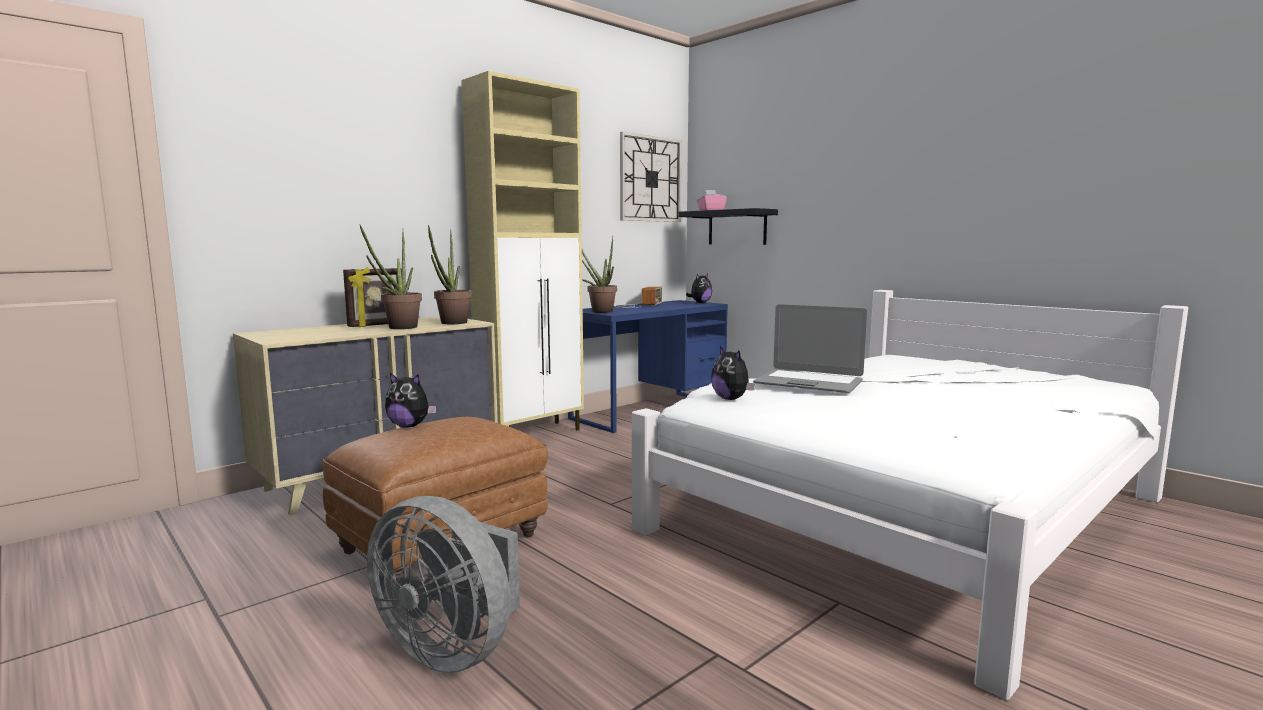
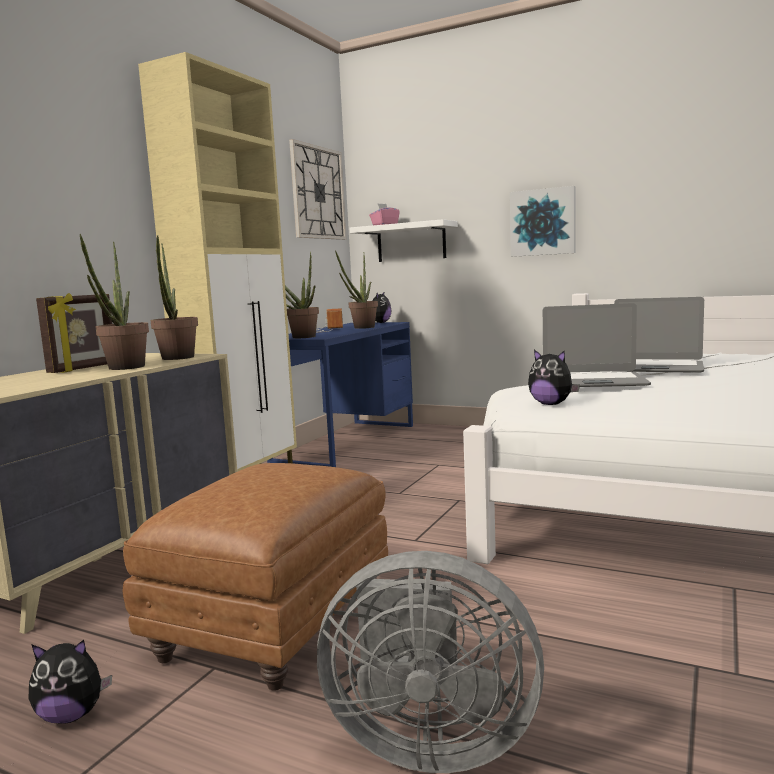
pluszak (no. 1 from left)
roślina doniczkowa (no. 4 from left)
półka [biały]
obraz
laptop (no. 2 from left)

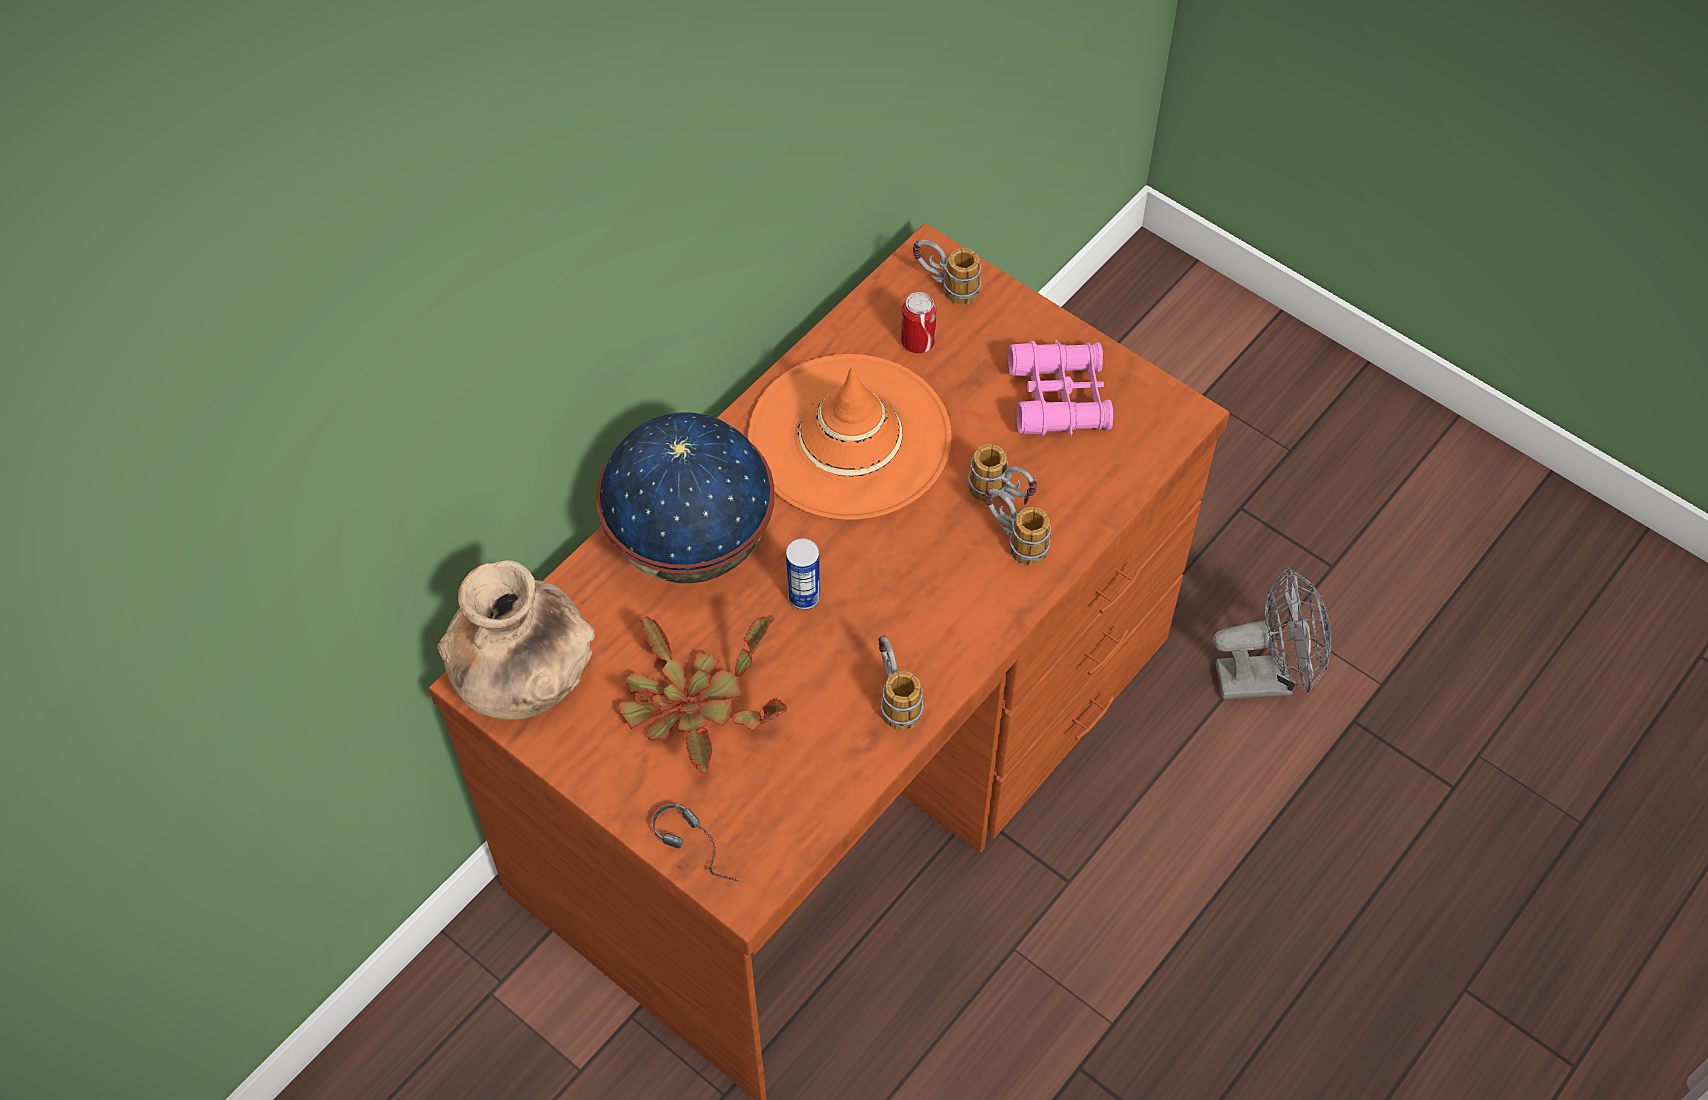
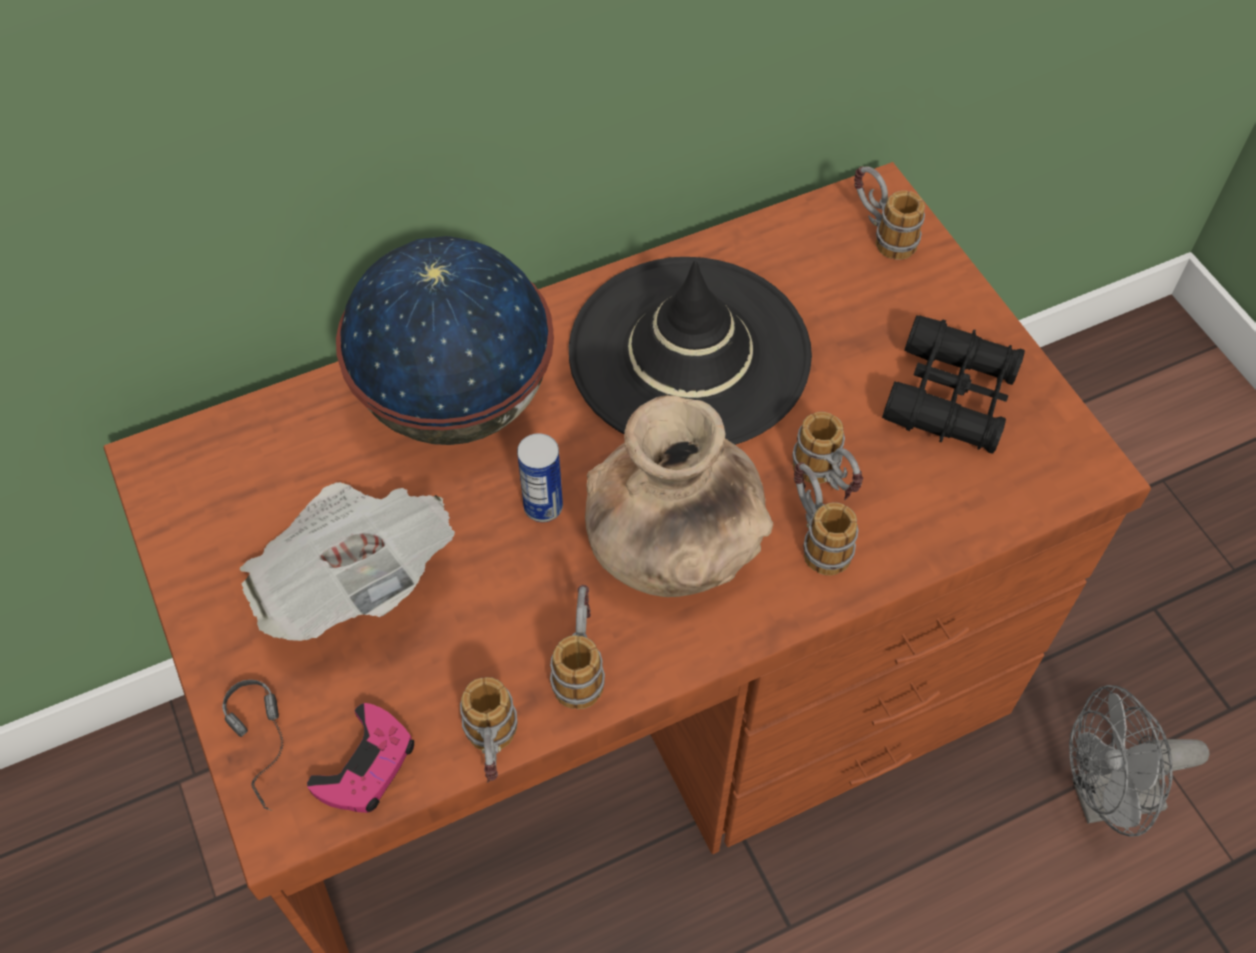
gazeta
pad do gier [różowy]
kubek (no. 1 from left)
kapelusz [czarny]
wazon [brązowy]
lornetka [czarny]
wentylator [szary]
puszka (no. 2 from left in the first image)

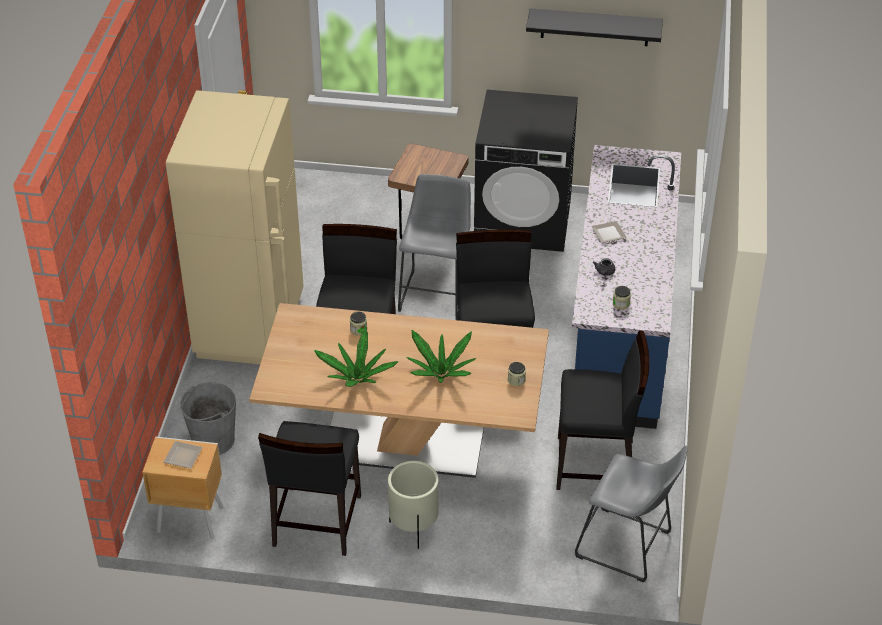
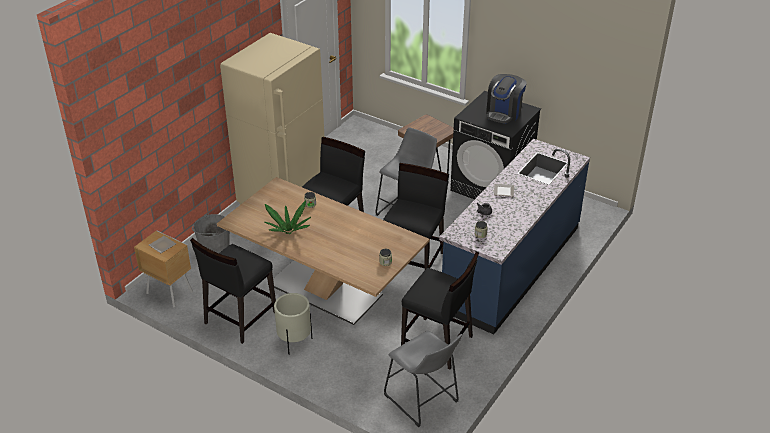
ekspres do kawy
roślina doniczkowa (no. 2 from left in the first image)
półka [czarny]

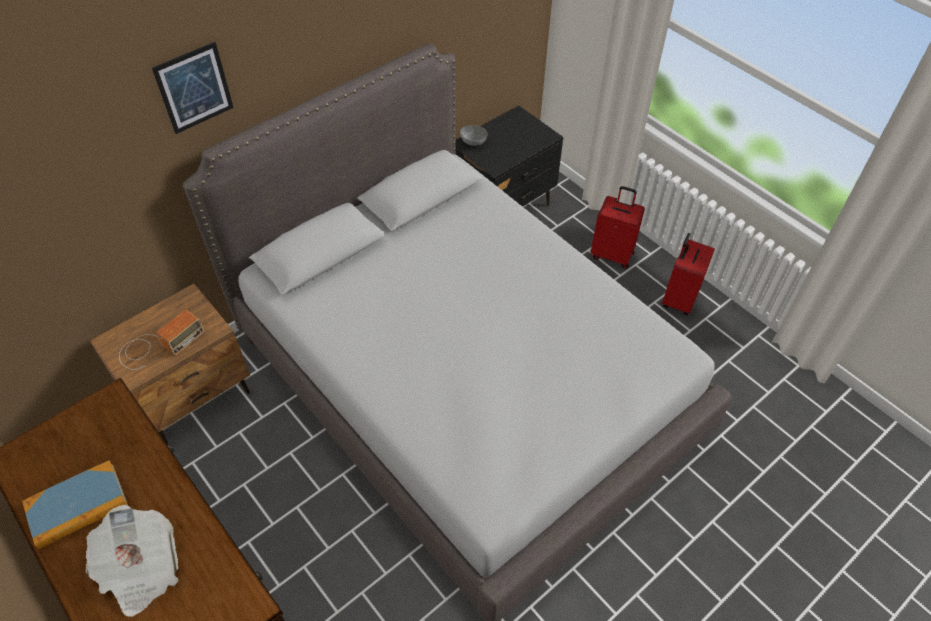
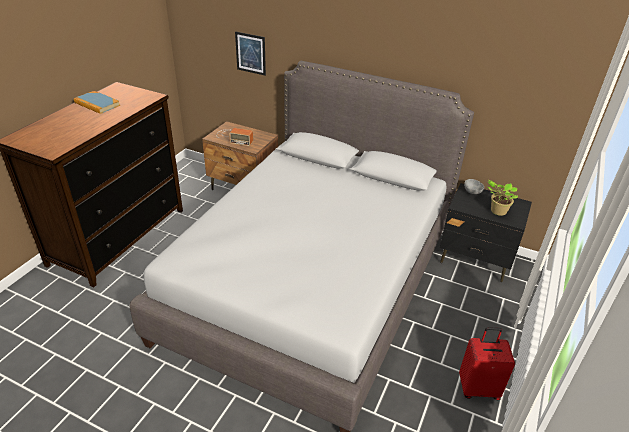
obraz
roślina doniczkowa
gazeta
walizka [czerwony] (no. 1 from left in the first image)

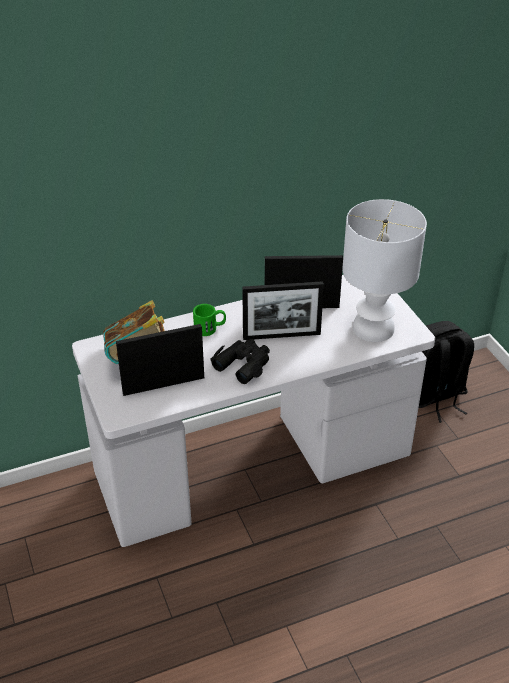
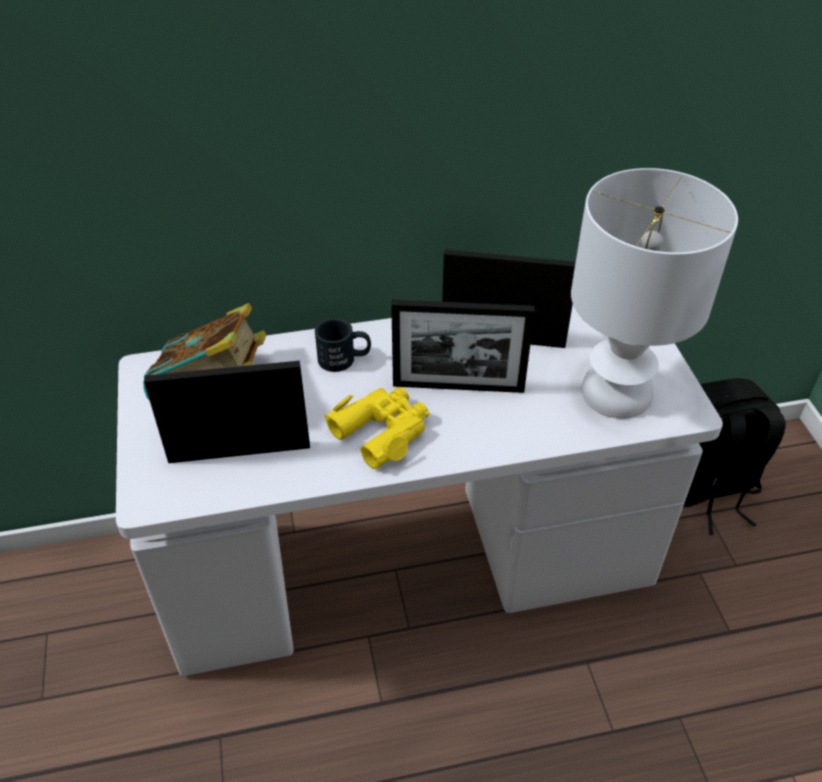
kubek [czarny]
lornetka [żółty]

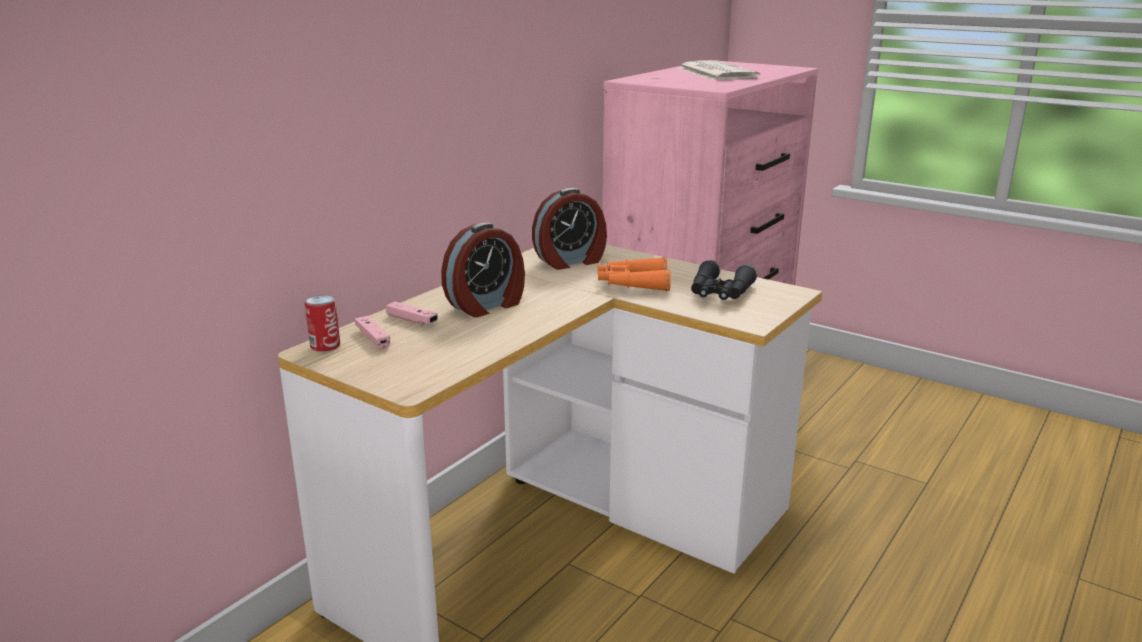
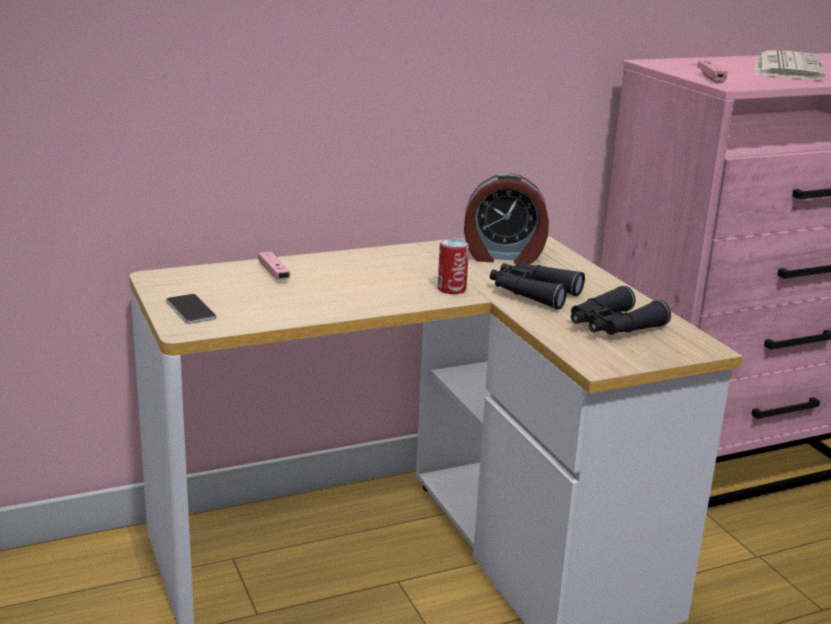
telefon
puszka
lornetka [czarny] (no. 1 from left)
pad do gier [różowy] (no. 2 from left)
budzik (no. 1 from left in the first image)

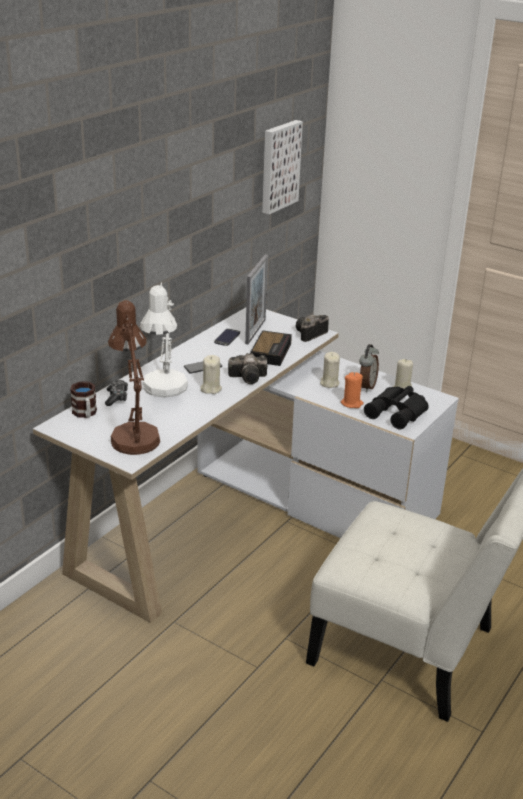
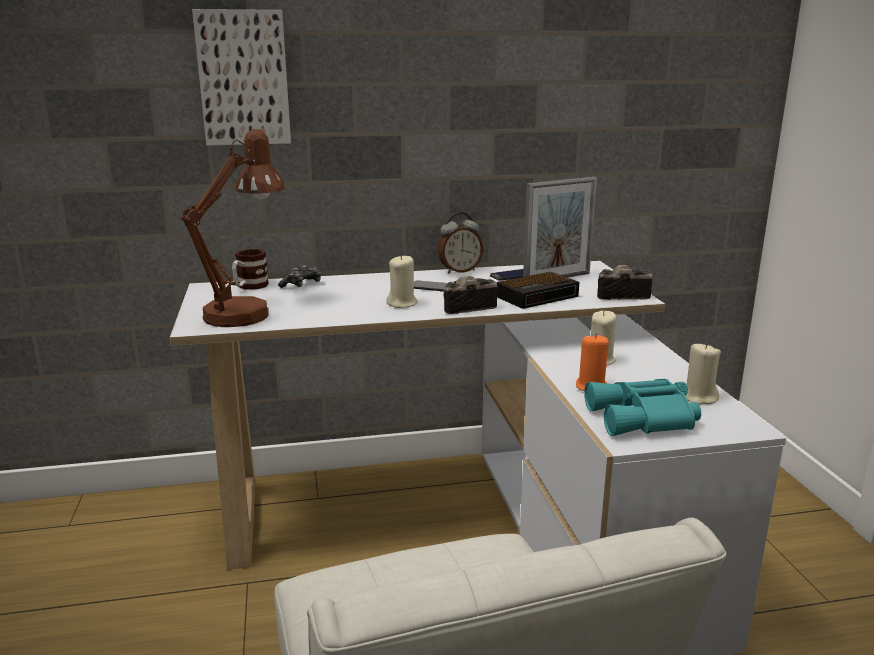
obraz
budzik (no. 1 from left)
aparat fotograficzny (no. 1 from left)
lornetka [turkusowy]
lampa stołowa [biały]

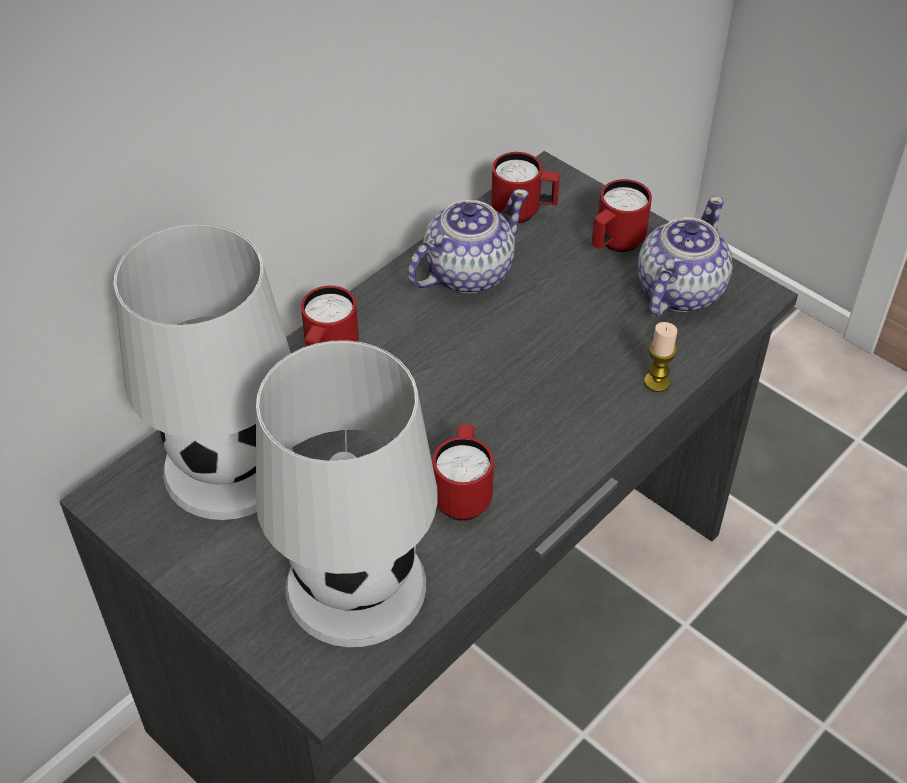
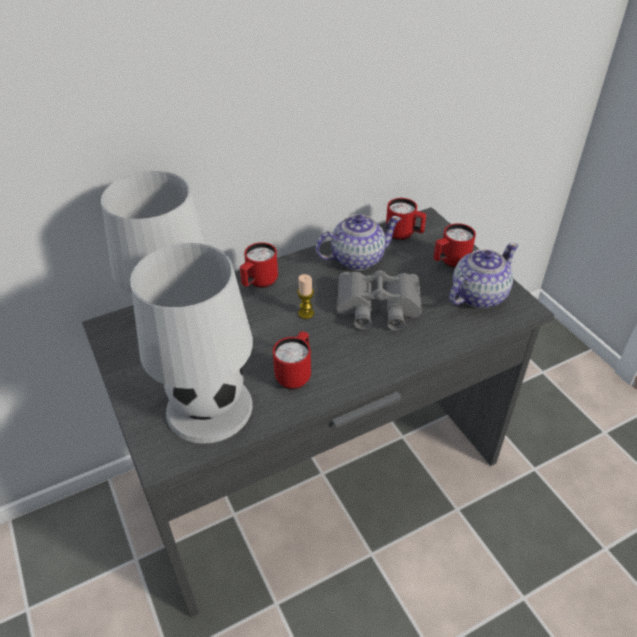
świeca
lornetka [szary]

